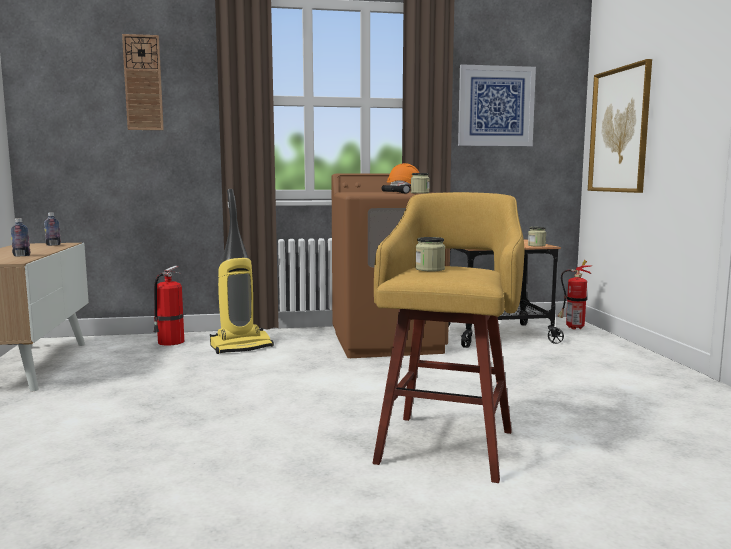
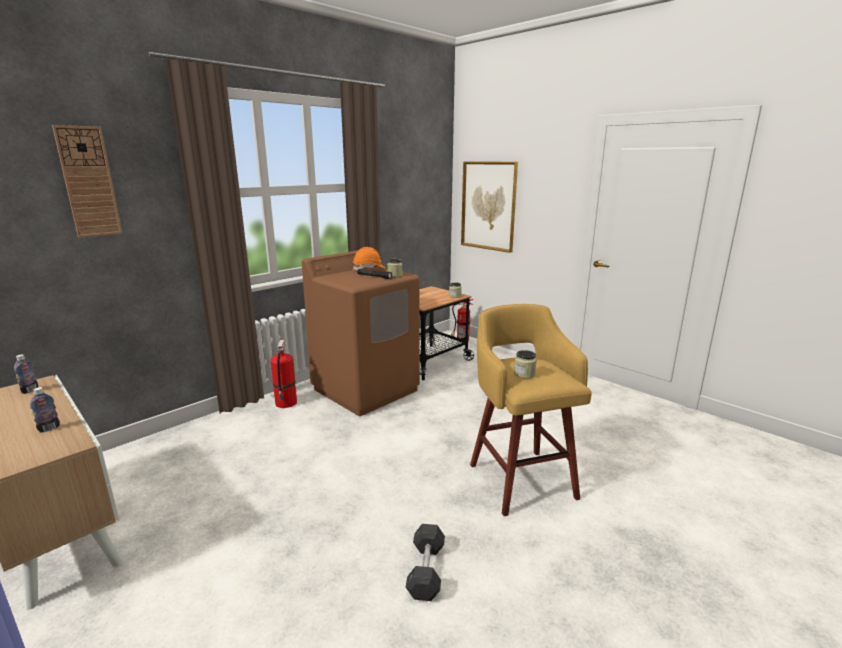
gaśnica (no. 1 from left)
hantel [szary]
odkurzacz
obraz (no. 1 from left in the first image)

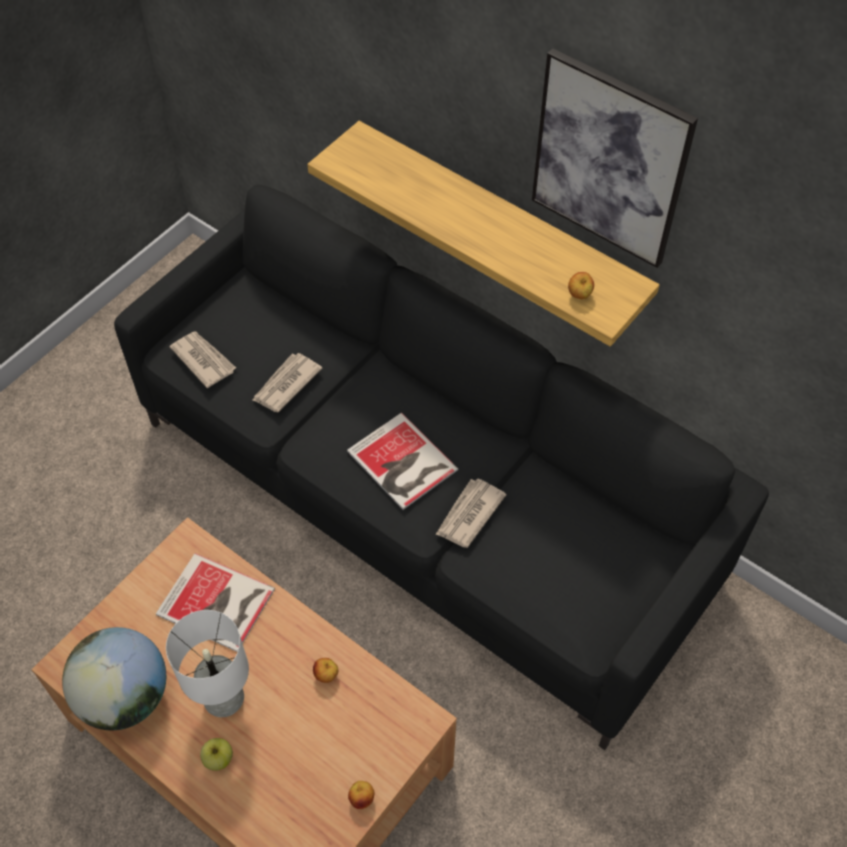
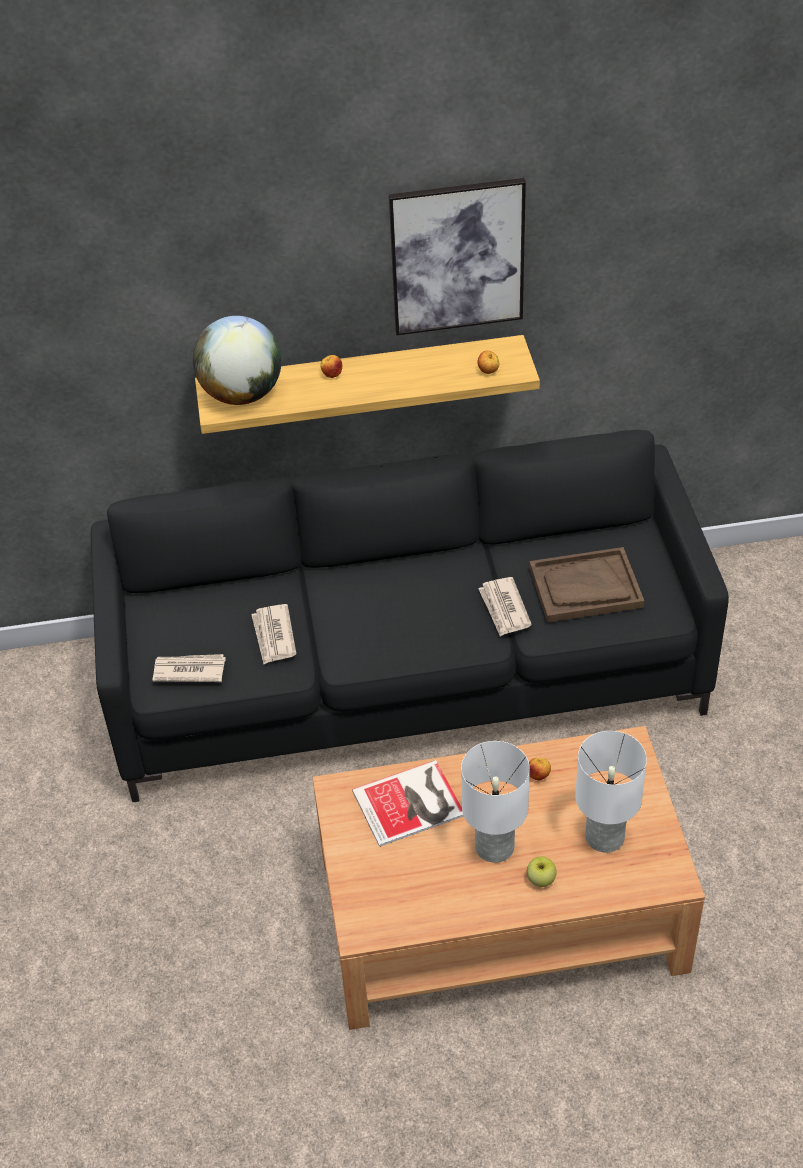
globus
jabłko (no. 1 from left)
taca [brązowy]
lampa stołowa [biały] (no. 2 from left)
książka (no. 2 from left in the first image)

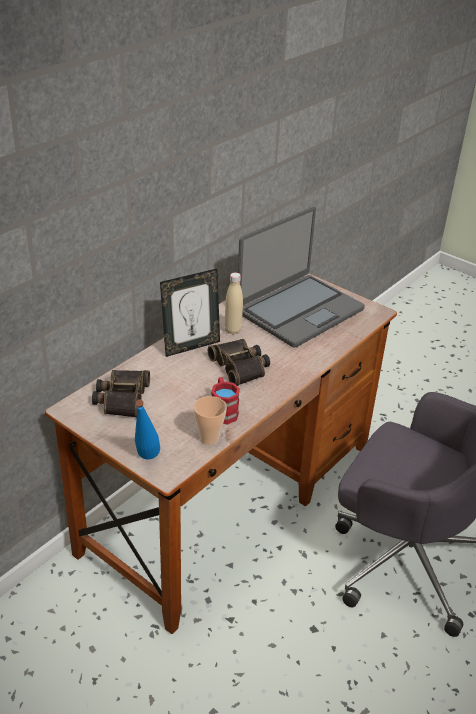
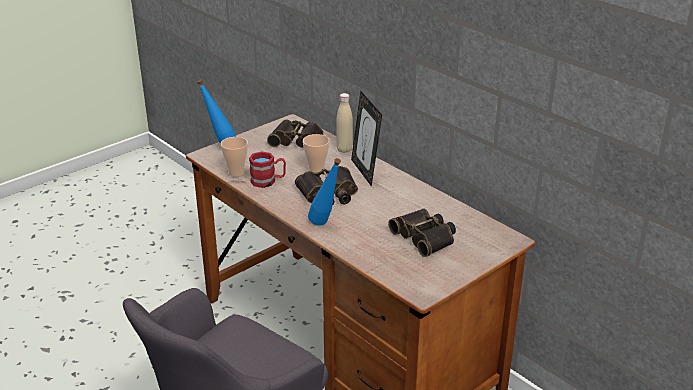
filiżanka (no. 2 from left)
butelka [niebieski] (no. 2 from left)
butelka [beżowy]
lornetka (no. 3 from left)

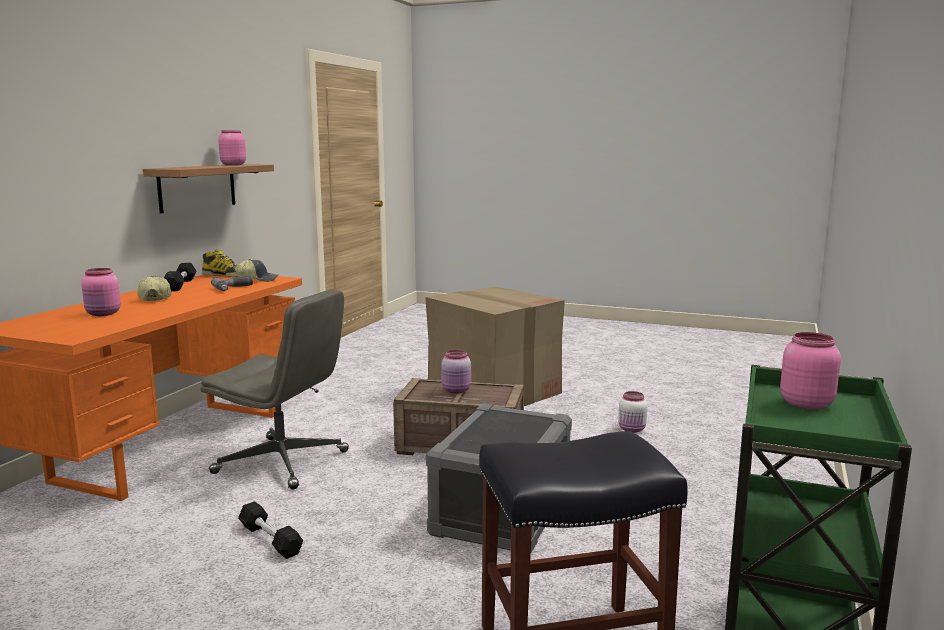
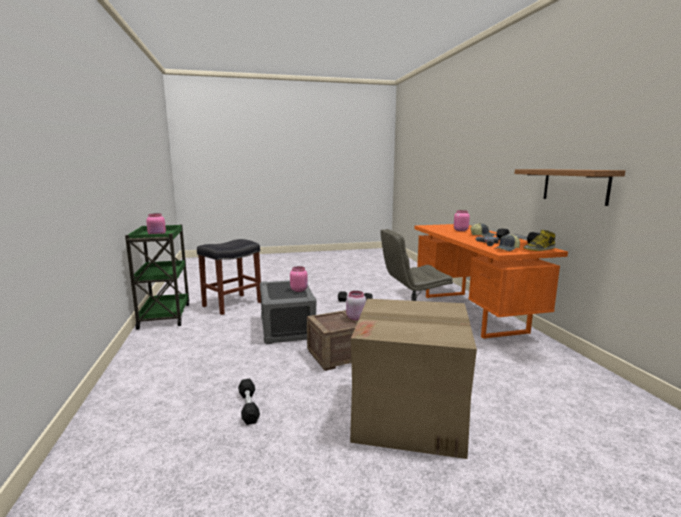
hantel [czarny] (no. 1 from left)
słoik [różowy] (no. 2 from left)

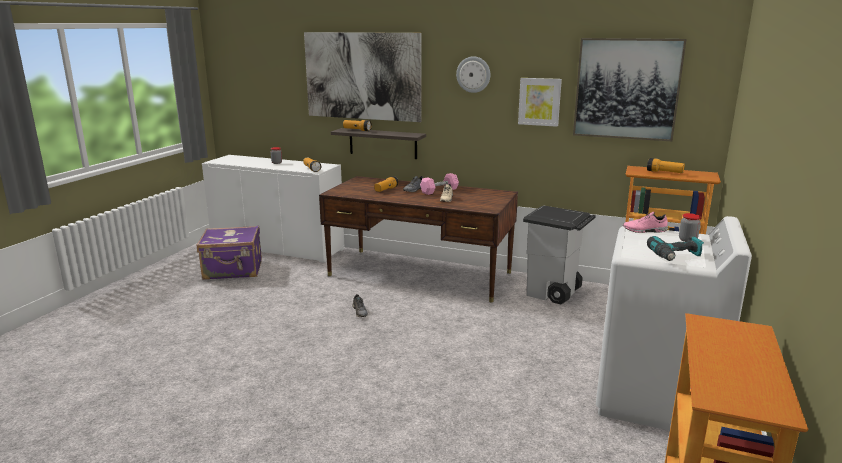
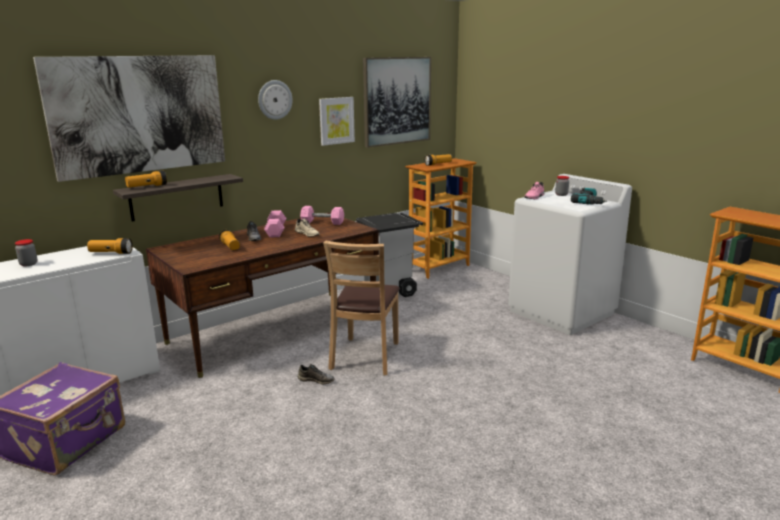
hantel [różowy] (no. 2 from left)
krzesło [brązowy]

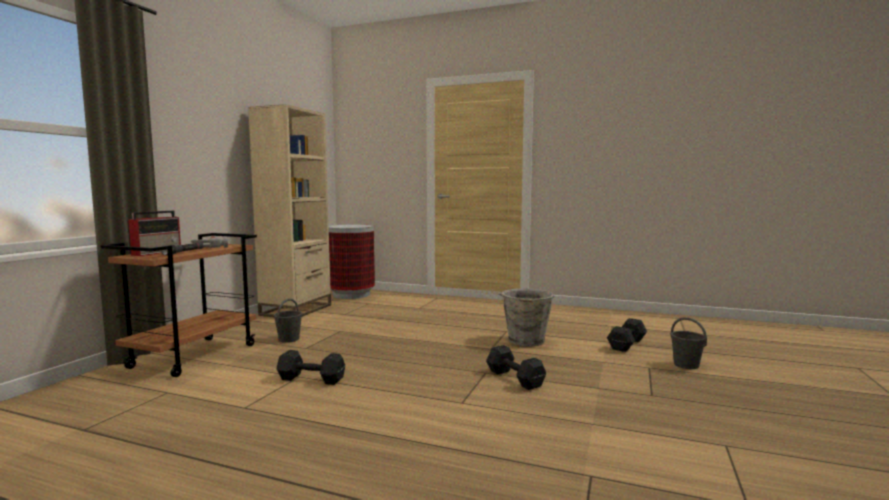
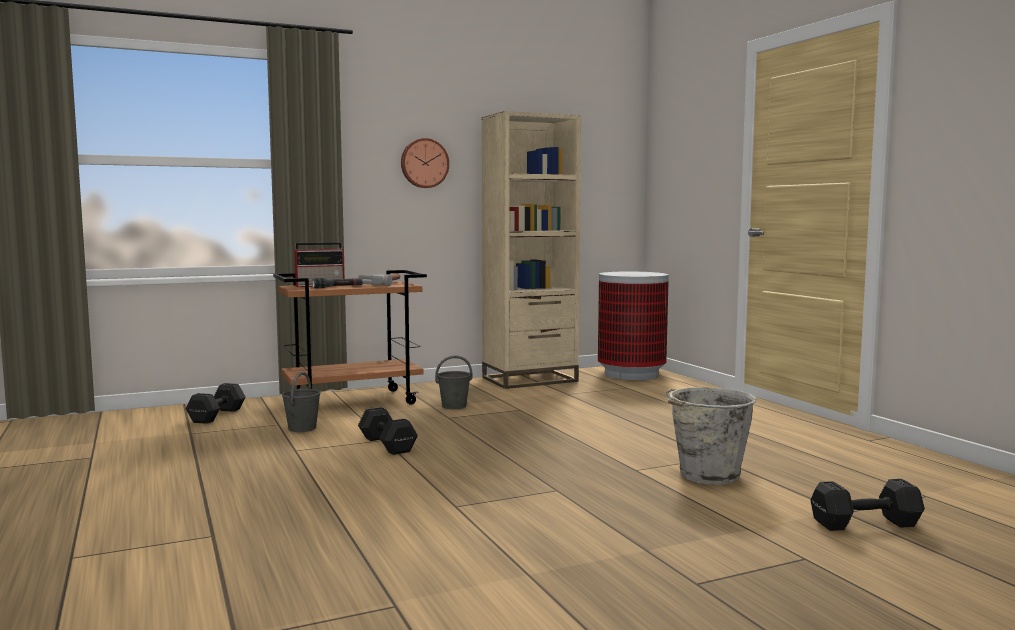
hantel [czarny] (no. 1 from left)
wiadro [szary] (no. 1 from left)
zegar ścienny

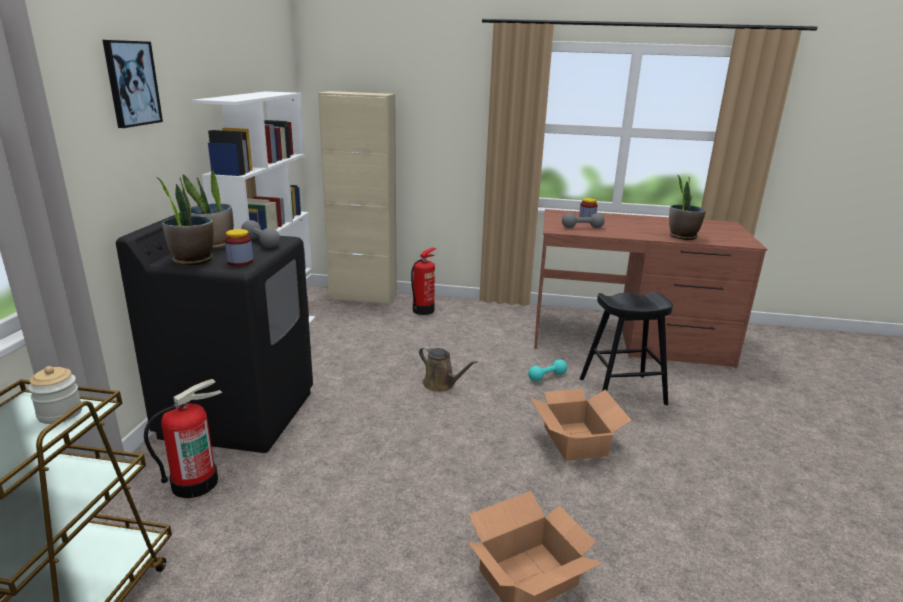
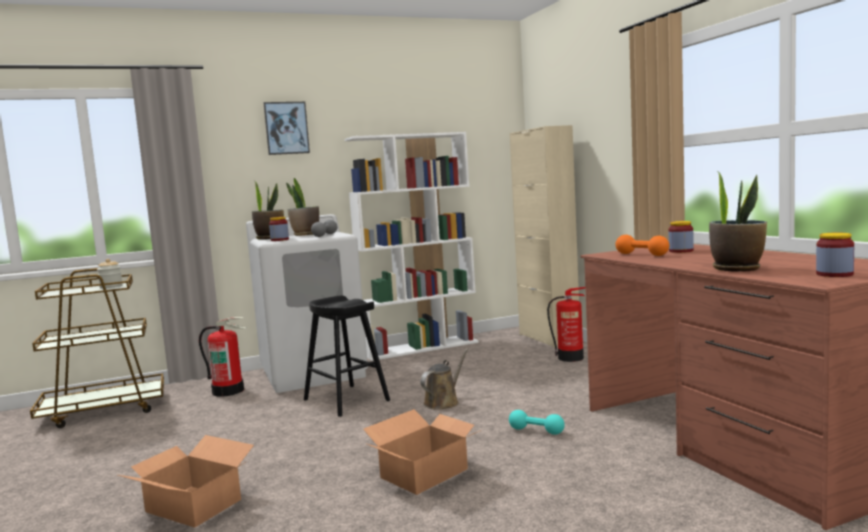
pralka [biały]
stołek [czarny]
konewka [brązowy]
hantel [pomarańczowy]
słoik (no. 4 from left)

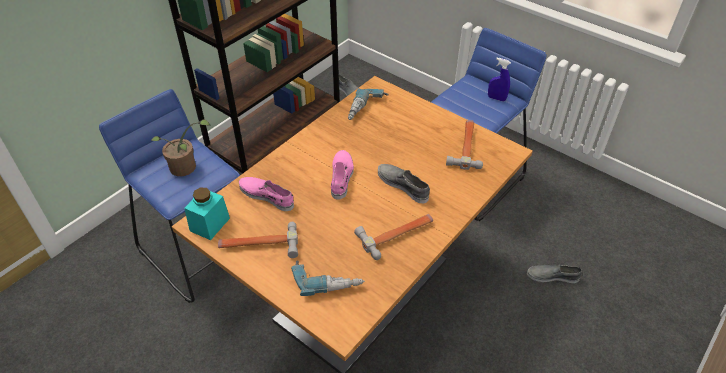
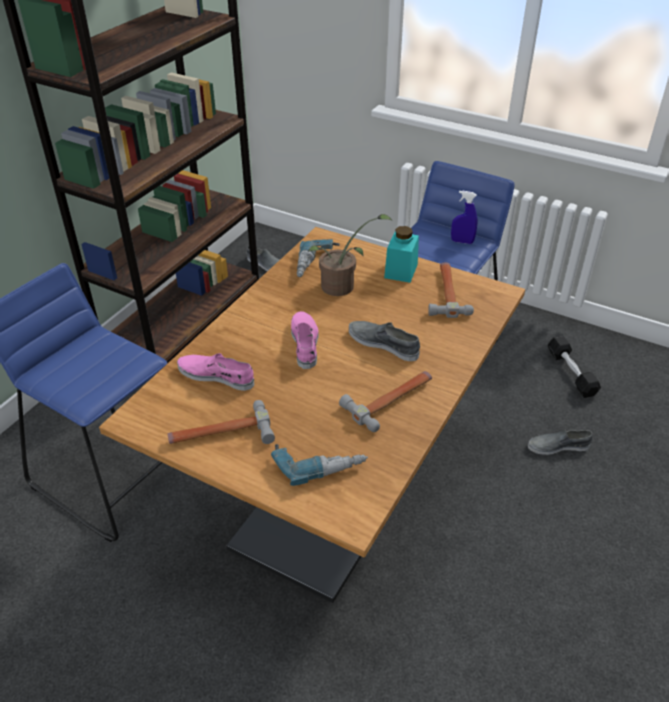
roślina doniczkowa
słoik [turkusowy]
hantel [czarny]

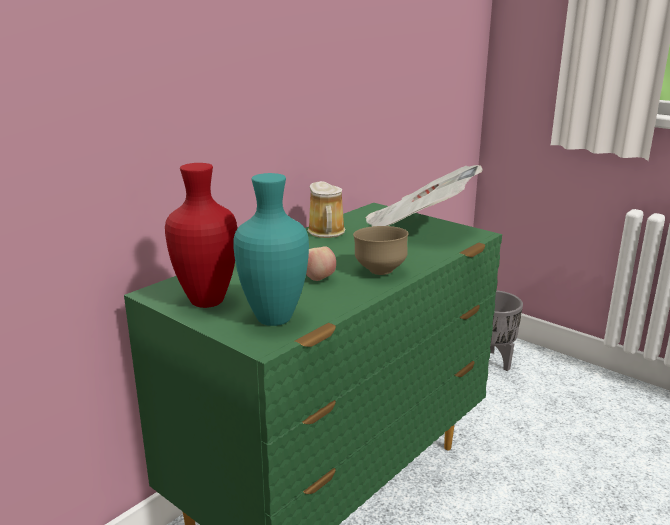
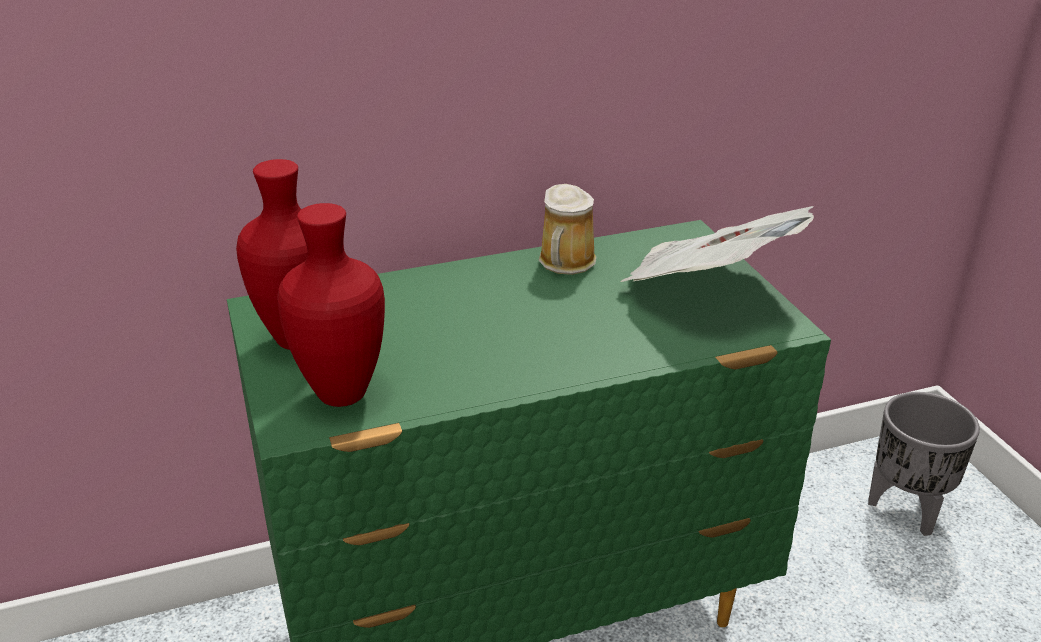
wazon [czerwony] (no. 2 from left)
jabłko
miska [brązowy]

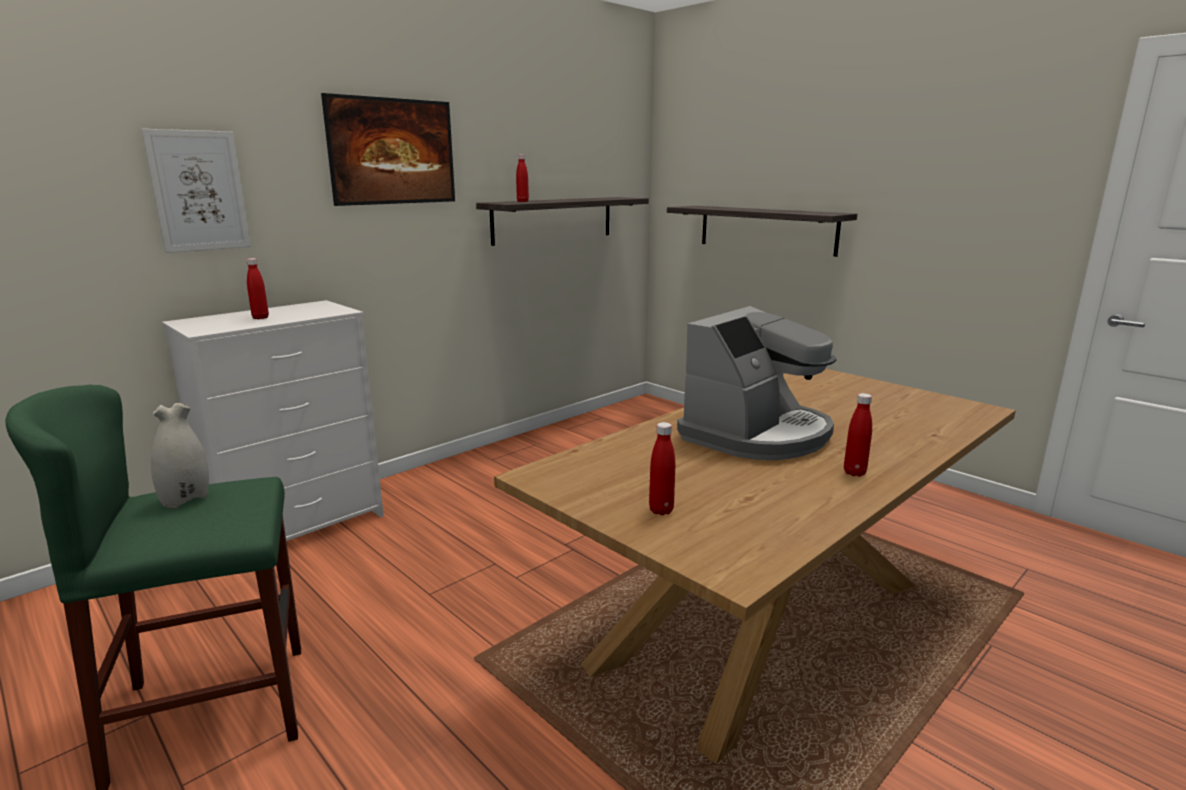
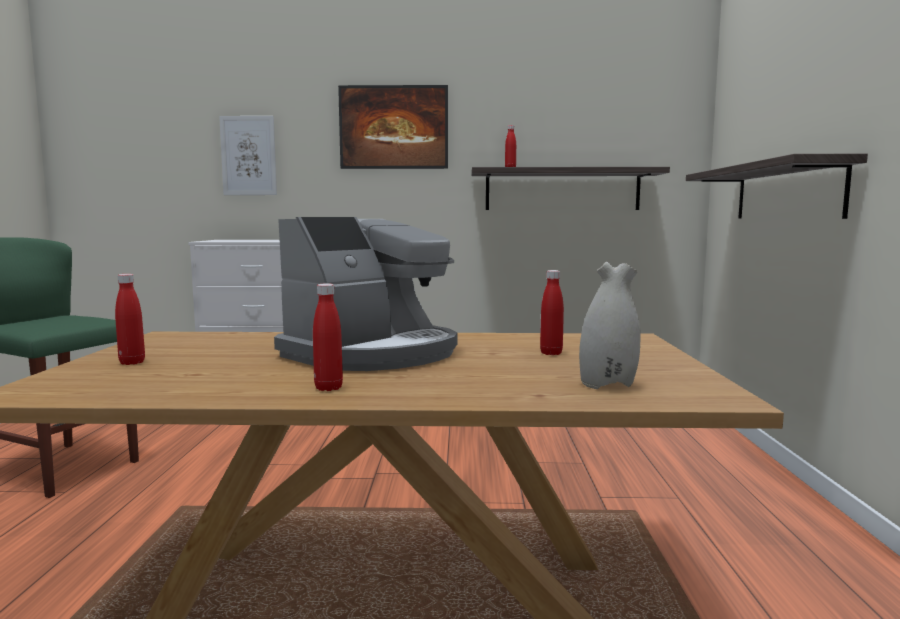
ekspres do kawy
butelka [czerwony] (no. 4 from left)
wazon [biały]

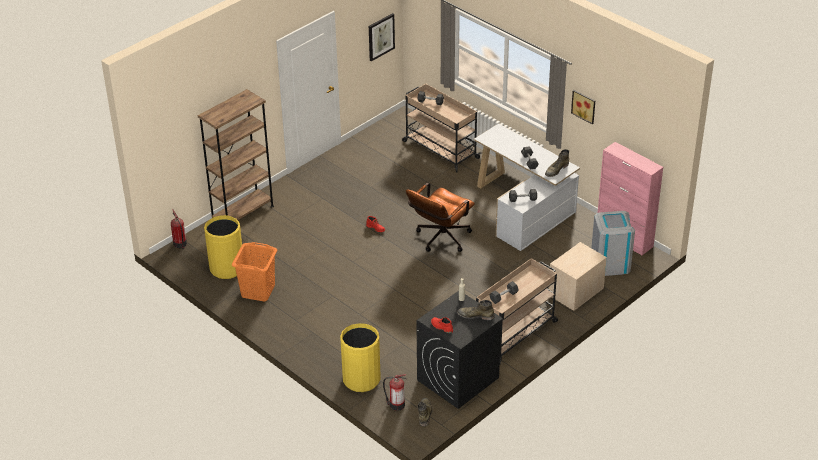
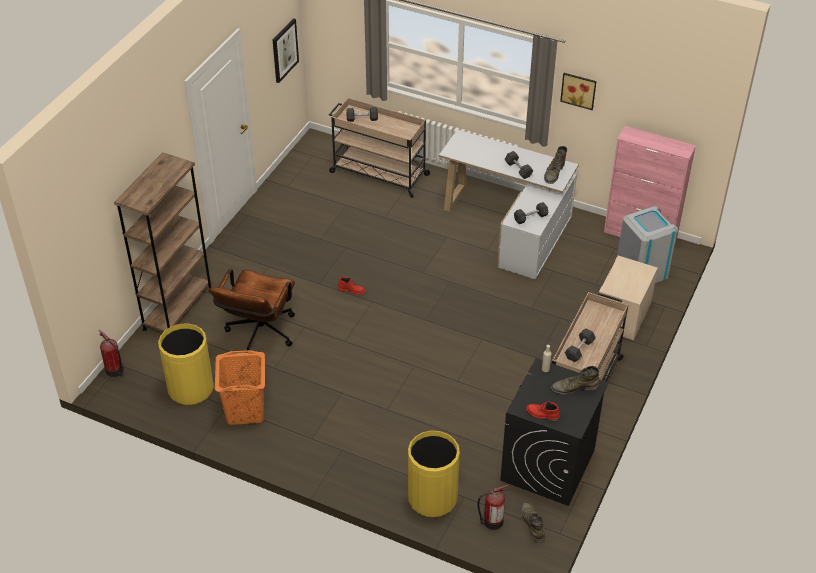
krzesło biurowe [brązowy]

